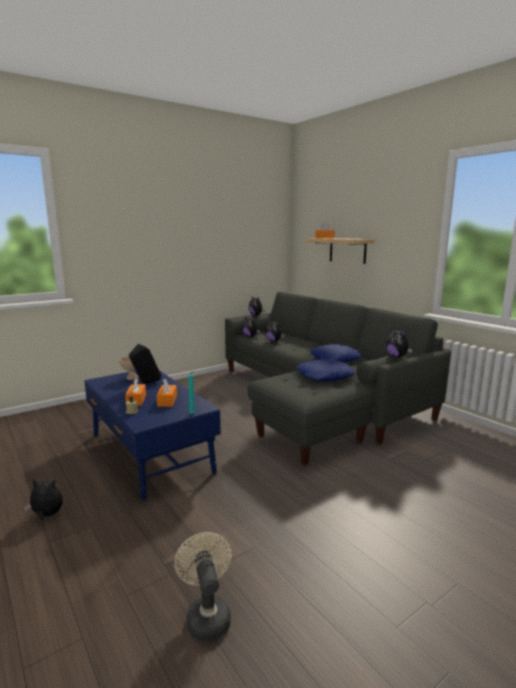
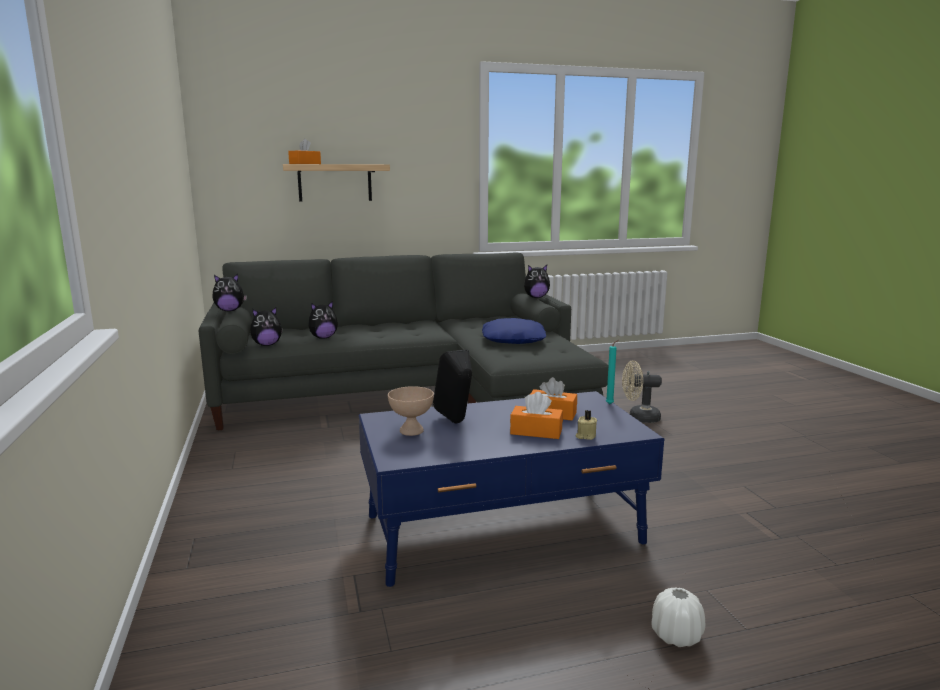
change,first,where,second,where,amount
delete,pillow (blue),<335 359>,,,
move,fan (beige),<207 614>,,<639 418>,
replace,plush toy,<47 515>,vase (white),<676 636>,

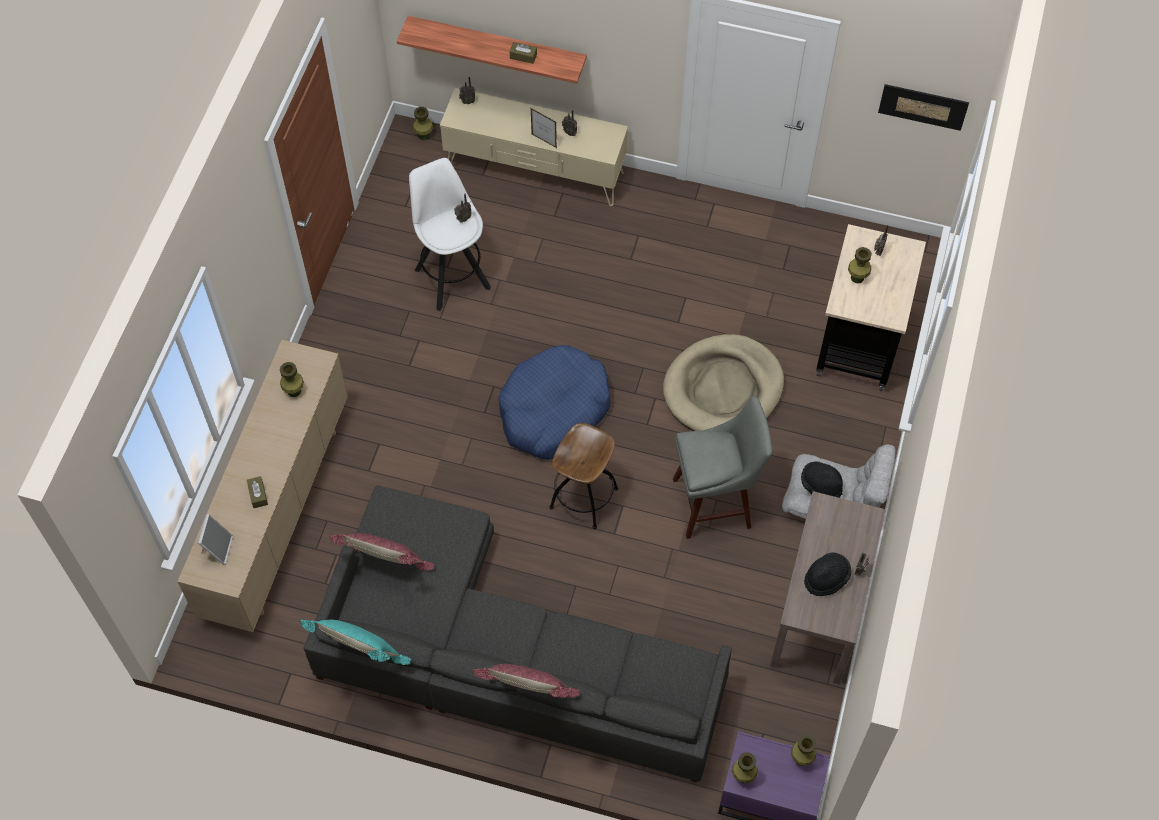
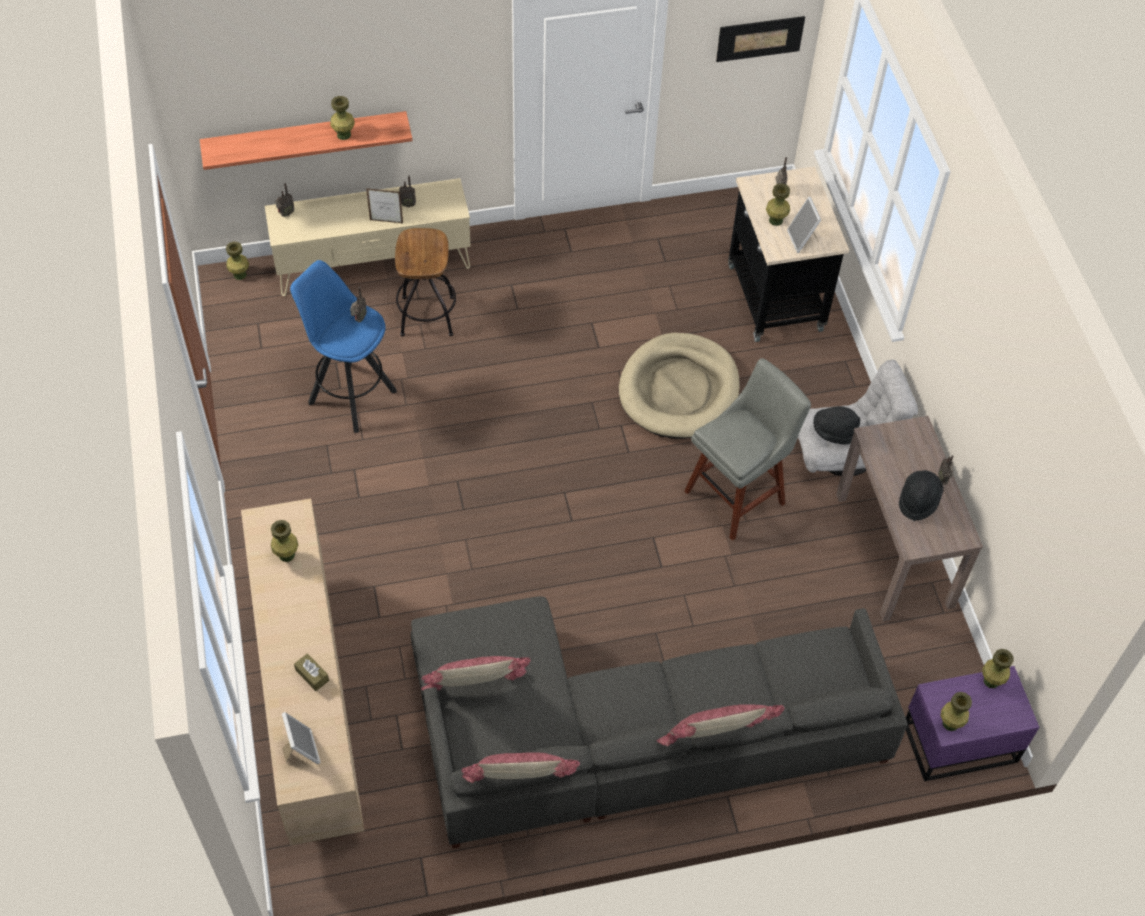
change,first,where,second,where,amount
delete,dog bed (blue),<554 410>,,,
insert,,,picture frame,<803 240>,
move,stool (brown),<583 498>,,<427 316>,
replace,tissue box (brown),<523 56>,vase (green),<344 134>,
recolor,pillow (turquoise),<360 660>,pillow (red),<520 793>,
recolor,stool (white),<452 276>,stool (blue),<350 395>,

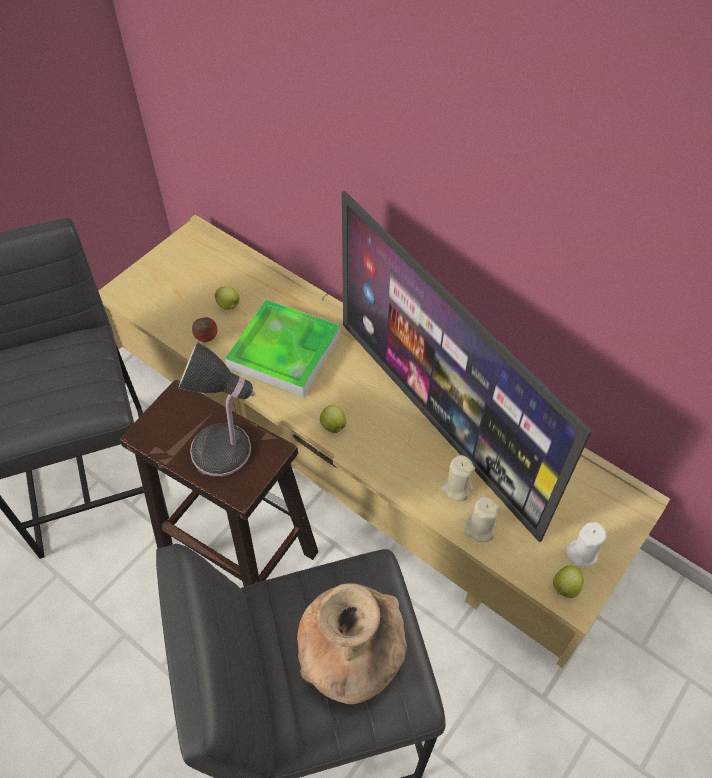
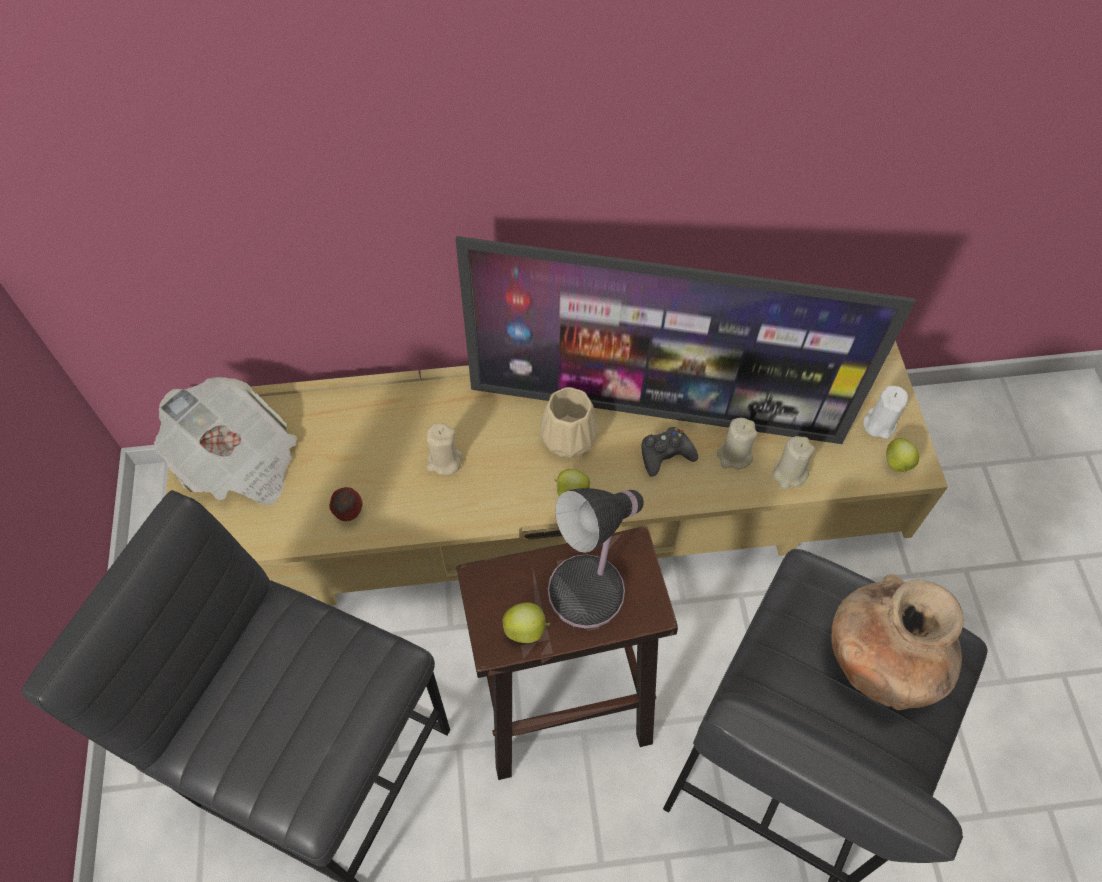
change,first,where,second,where,amount
insert,,,newspaper,<238 461>,
insert,,,vase (beige),<567 438>,
insert,,,game controller (black),<665 454>,
move,apple,<229 306>,,<526 629>,
replace,tray,<284 352>,candle (beige),<444 461>,

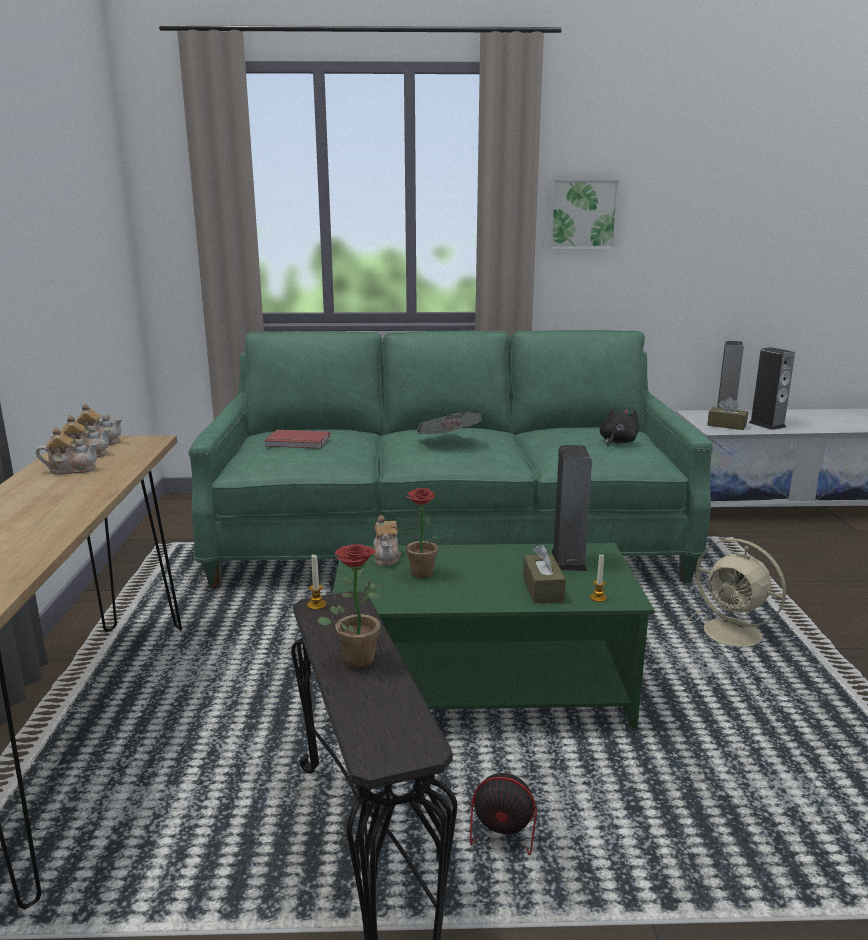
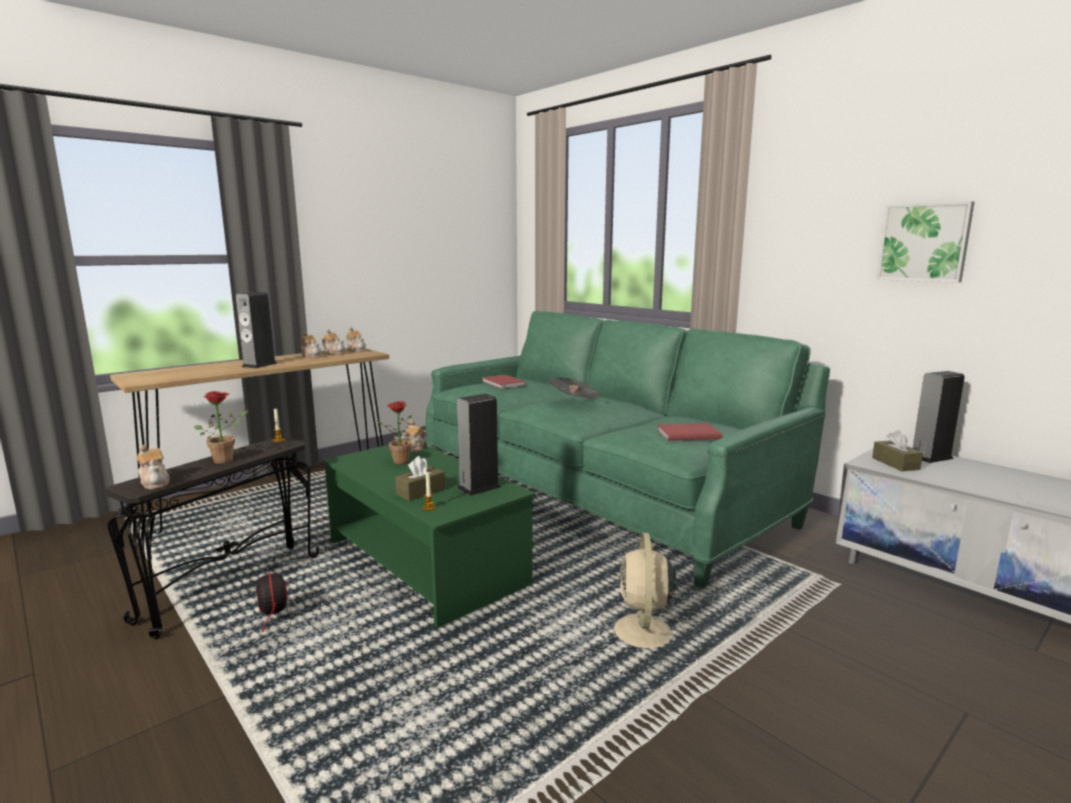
change,first,where,second,where,amount
insert,,,teapot,<155 482>,
move,picture,<582 214>,,<924 242>,
move,speaker,<767 425>,,<259 365>,
replace,plush toy (black),<617 442>,book (red),<687 434>,

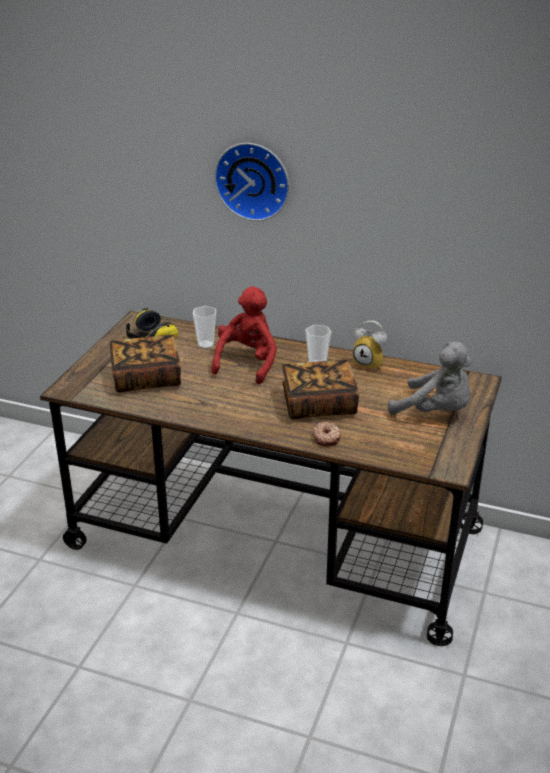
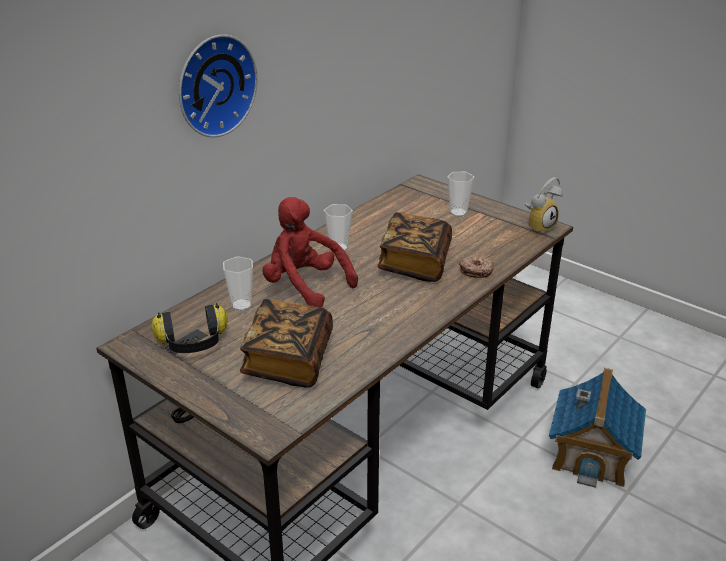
change,first,where,second,where,amount
insert,,,toy house,<592 454>,
move,alarm clock,<370 364>,,<539 226>,
replace,plush toy (grey),<435 412>,cup,<458 212>,

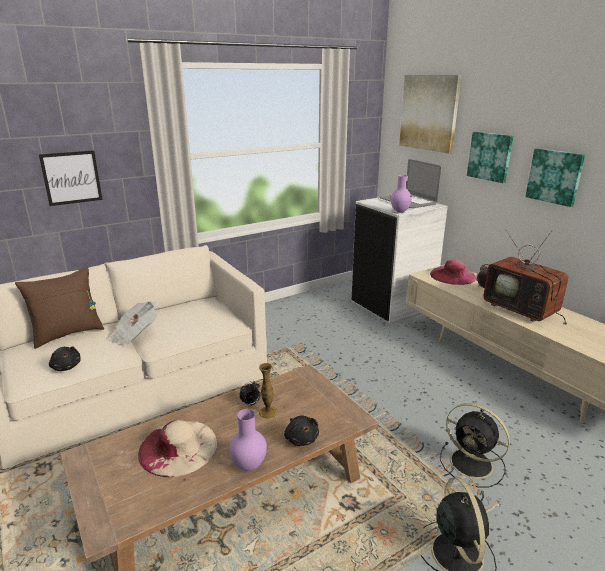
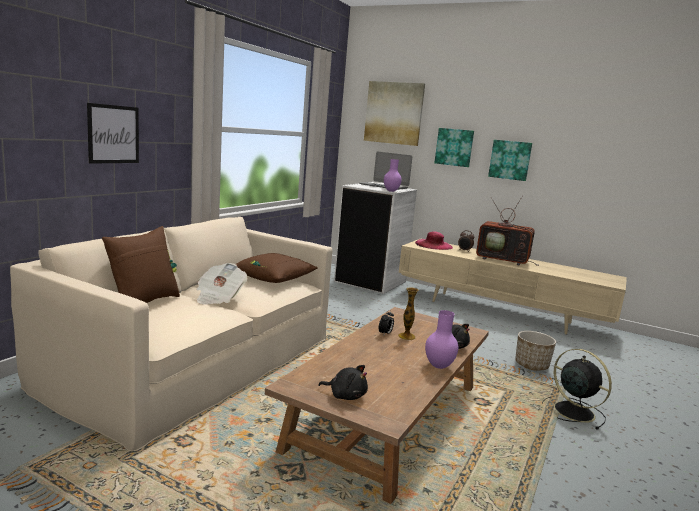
change,first,where,second,where,amount
delete,hat (beige),<178 447>,,,
insert,,,pillow (brown),<274 279>,
move,plush toy (black),<66 367>,,<345 395>,
replace,fan (black),<473 464>,planter,<531 365>,

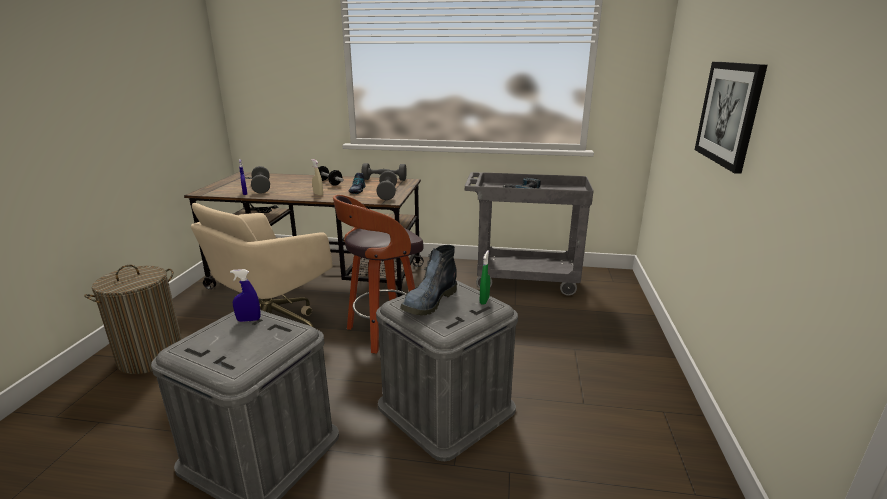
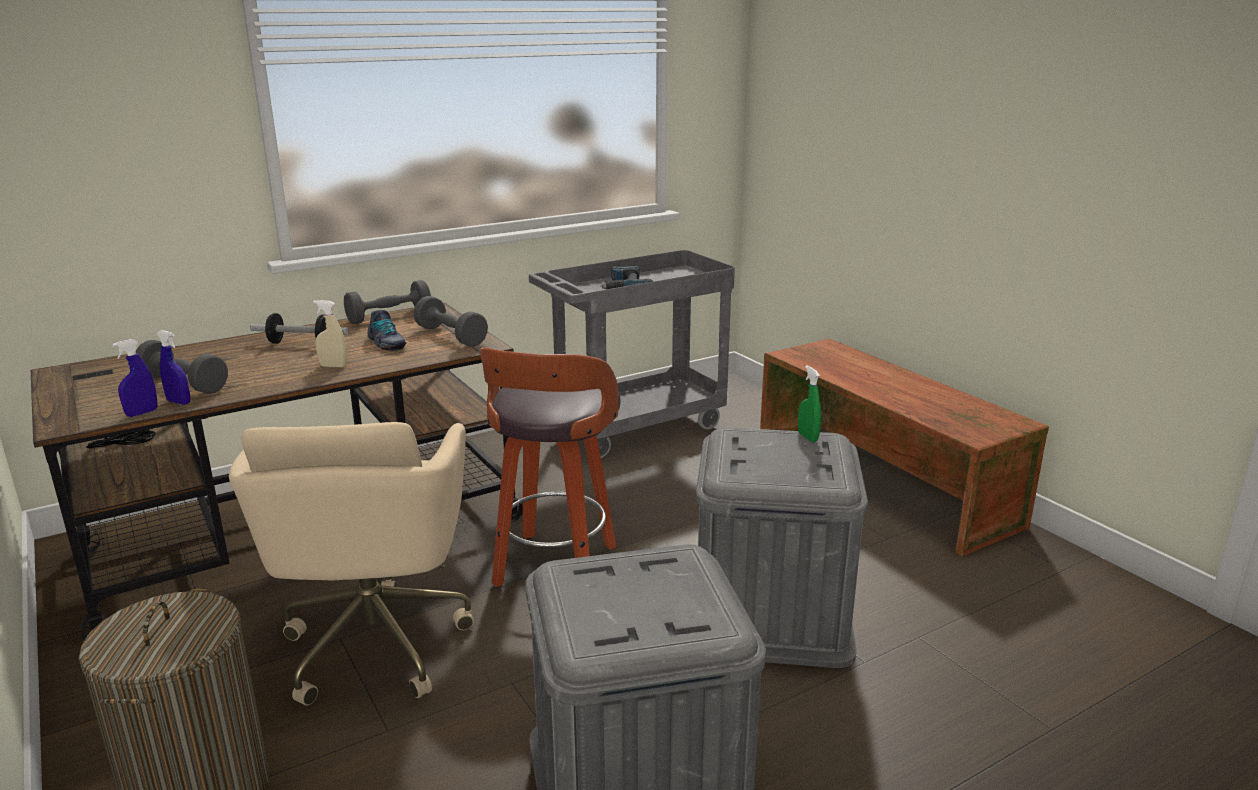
change,first,where,second,where,amount
delete,boot,<429 302>,,,
delete,picture,<729 113>,,,
insert,,,bench (brown),<885 480>,
move,spray bottle (blue),<249 320>,,<142 413>,

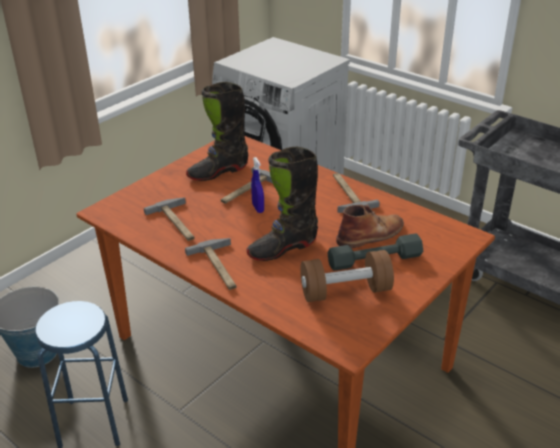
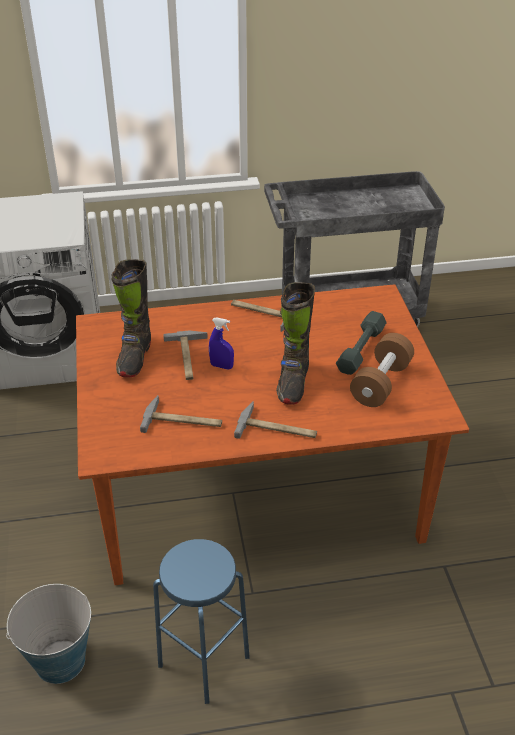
change,first,where,second,where,amount
delete,boot (brown),<371 234>,,,

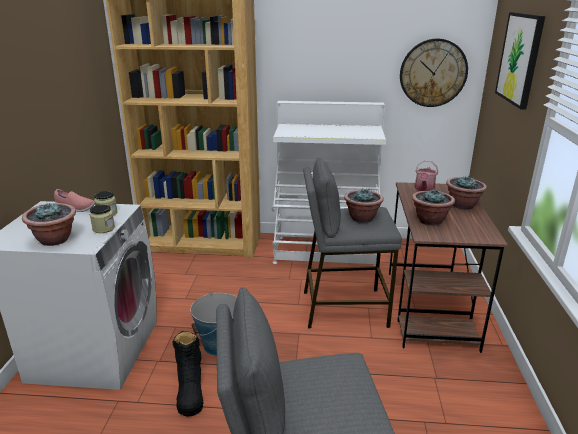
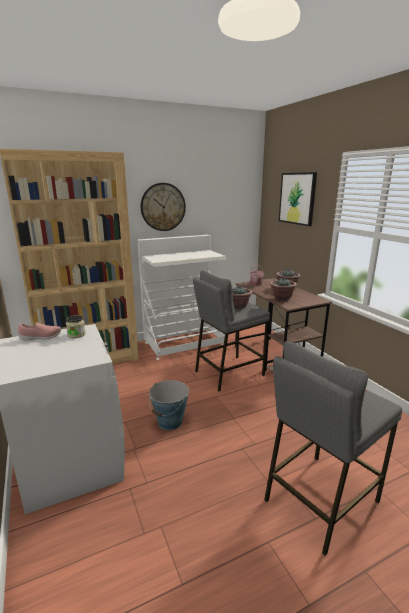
change,first,where,second,where,amount
delete,potted plant,<55 240>,,,
delete,jar,<103 228>,,,
delete,boot (black),<190 390>,,,
move,wall clock,<433 73>,,<163 207>,

